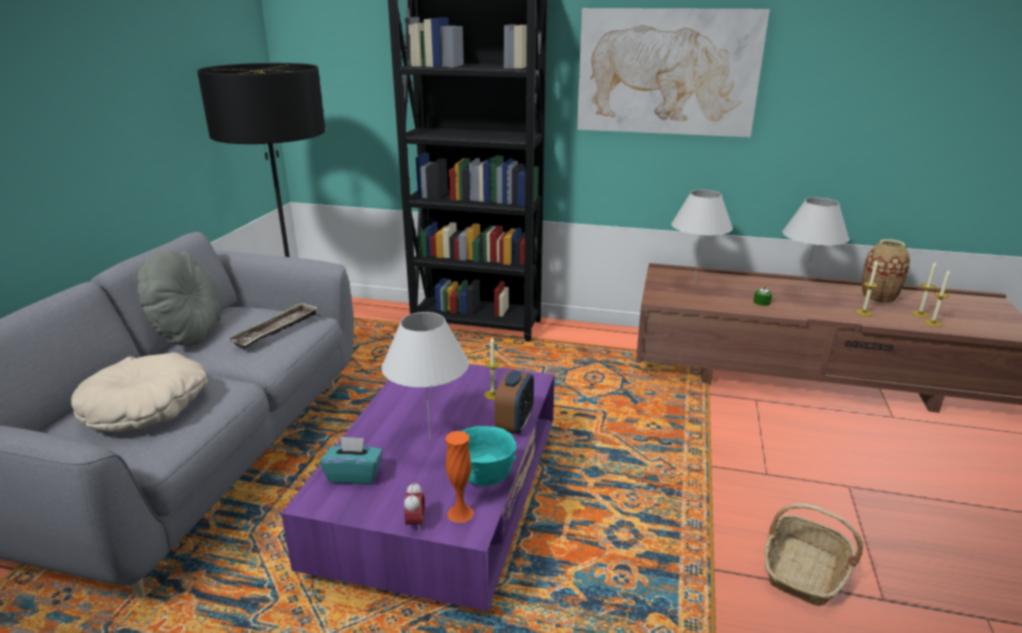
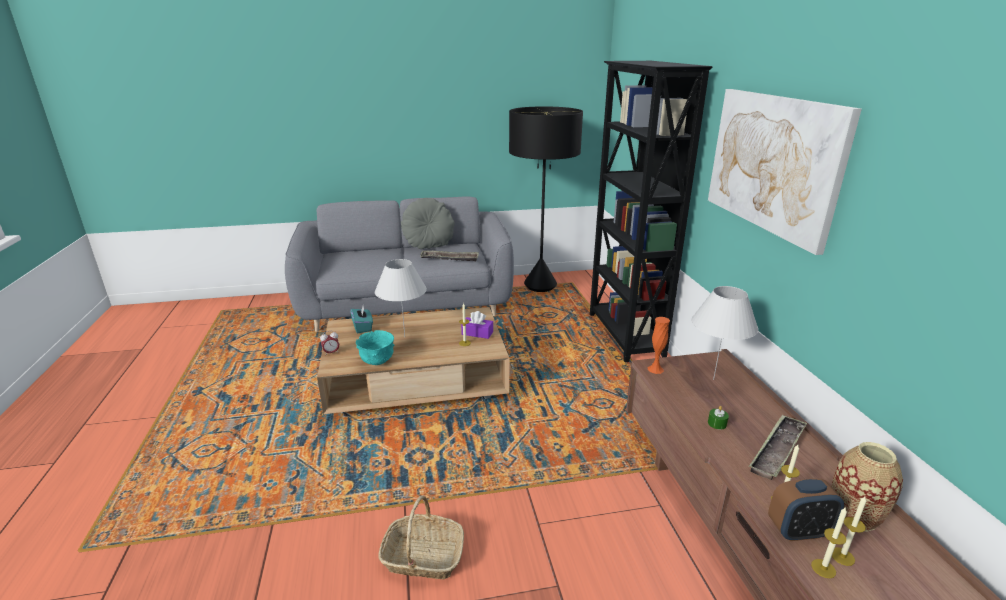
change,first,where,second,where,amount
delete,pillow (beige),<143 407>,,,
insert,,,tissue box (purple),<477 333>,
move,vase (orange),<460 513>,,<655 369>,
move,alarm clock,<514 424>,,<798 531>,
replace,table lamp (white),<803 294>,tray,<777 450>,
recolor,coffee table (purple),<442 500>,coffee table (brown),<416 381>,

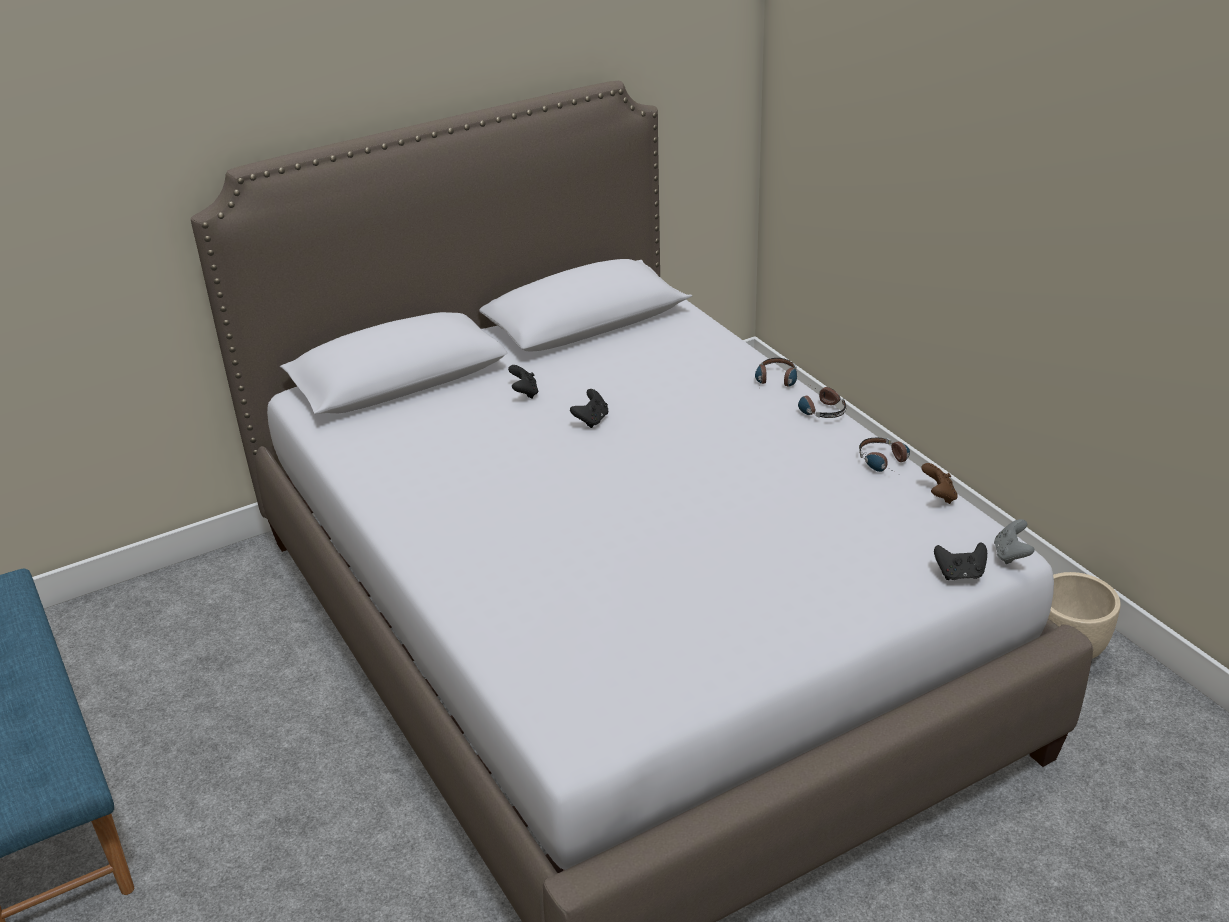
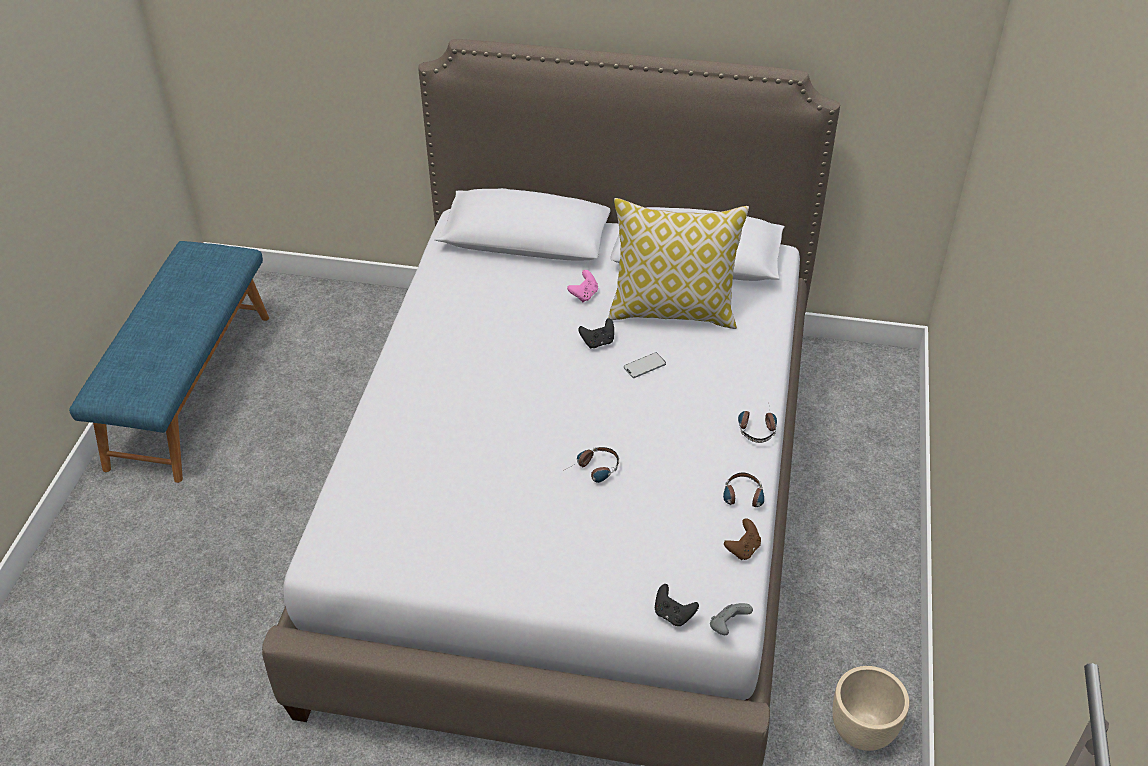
change,first,where,second,where,amount
insert,,,pillow,<673 310>,
insert,,,phone,<644 366>,
move,headphones,<776 382>,,<593 471>,
recolor,game controller (black),<524 393>,game controller (pink),<584 295>,

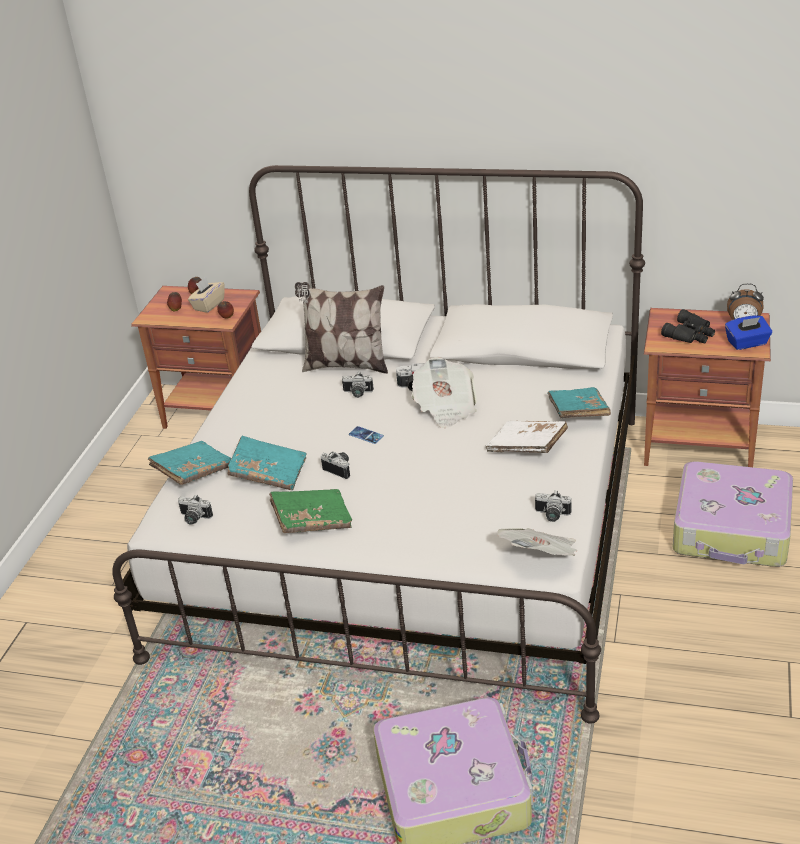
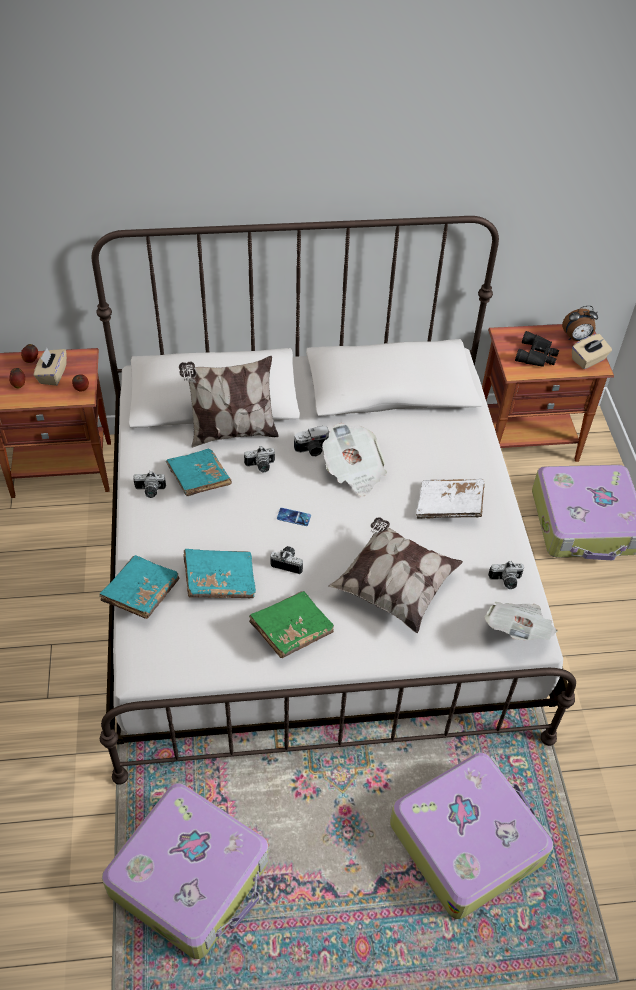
change,first,where,second,where,amount
insert,,,suitcase,<191 876>,
insert,,,pillow,<394 586>,
move,photo camera,<194 518>,,<150 491>,
move,book (turquoise),<578 413>,,<199 480>,
recolor,tissue box (blue),<747 343>,tissue box (beige),<588 360>,

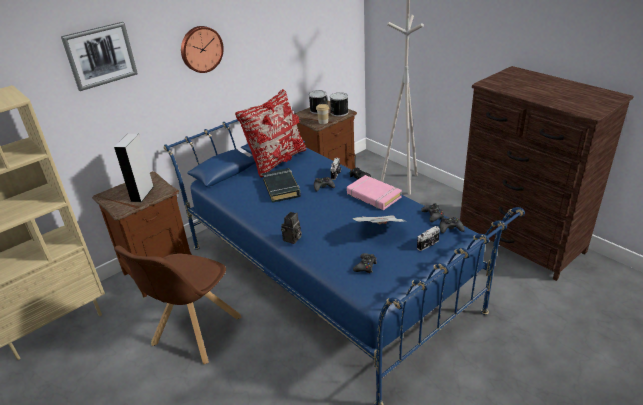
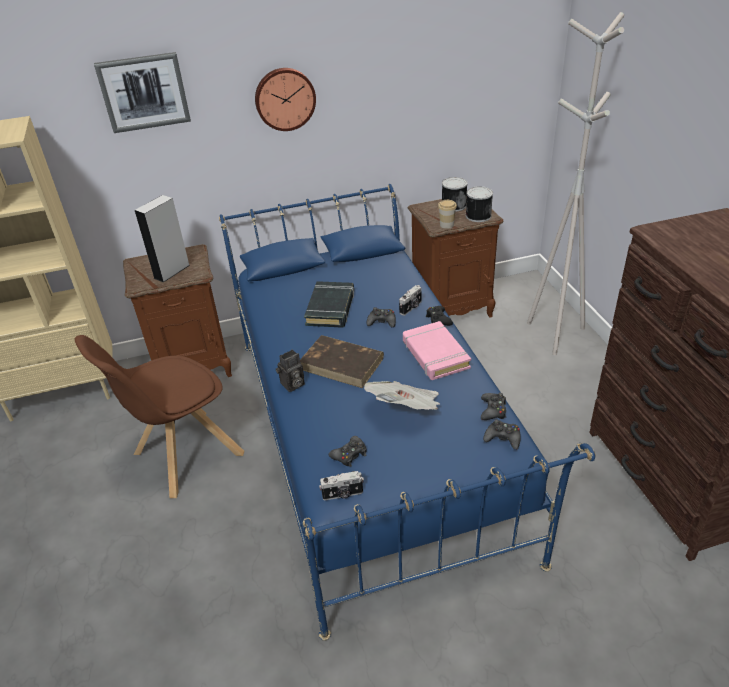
change,first,where,second,where,amount
delete,pillow (red),<277 161>,,,
insert,,,book (brown),<342 364>,
move,photo camera,<428 245>,,<342 494>,

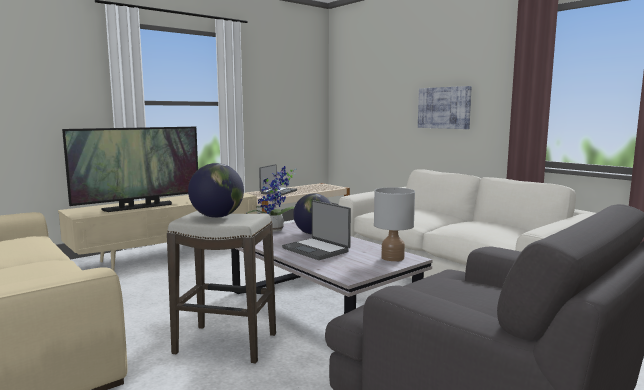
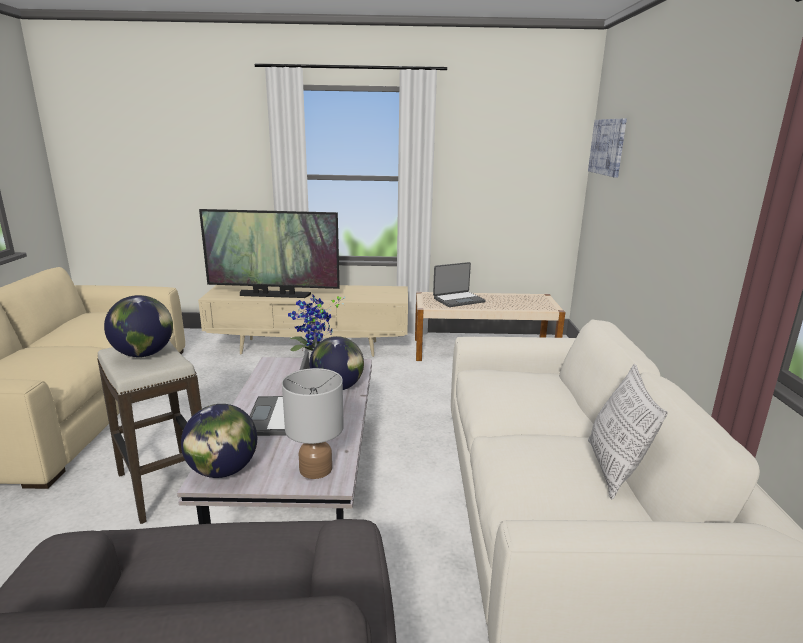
change,first,where,second,where,amount
insert,,,globe,<223 471>,
insert,,,pillow,<614 469>,
move,picture,<444 108>,,<607 147>,

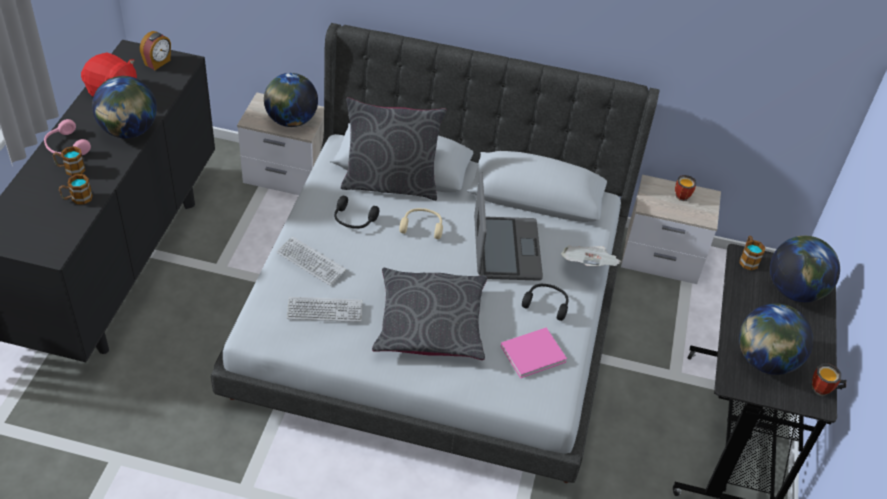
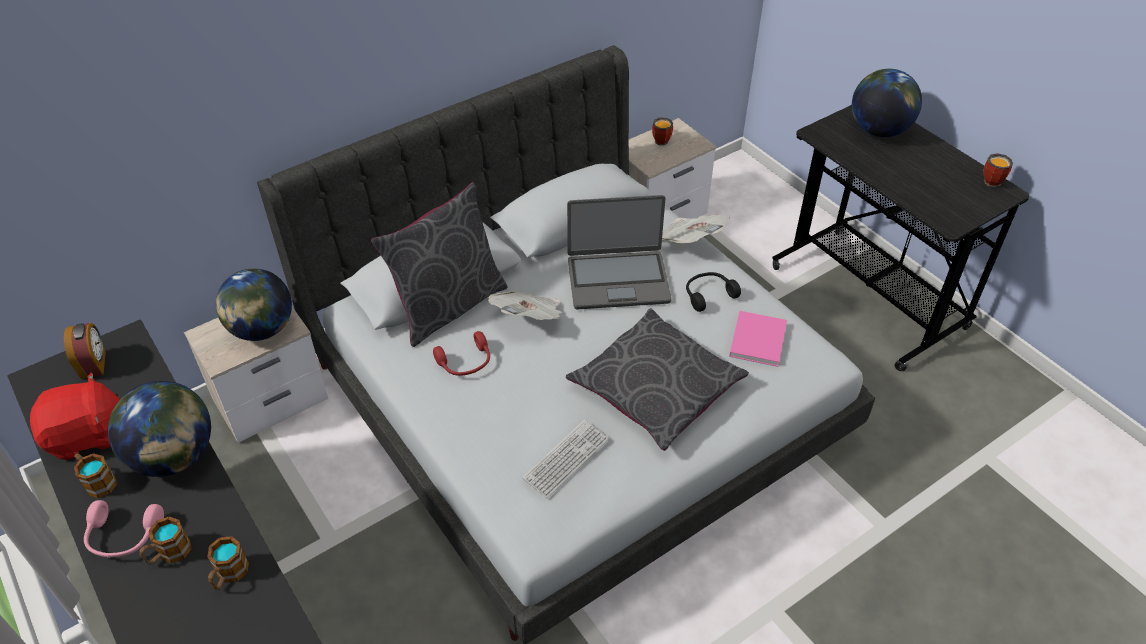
change,first,where,second,where,amount
delete,keyboard,<311 262>,,,
delete,globe,<765 360>,,,
move,mug,<748 259>,,<97 481>,
replace,headphones (beige),<422 227>,newspaper,<529 318>,
recolor,headphones (black),<353 220>,headphones (red),<466 363>,
rotate,laptop,<505 249>,,<618 280>,135 degrees clockwise

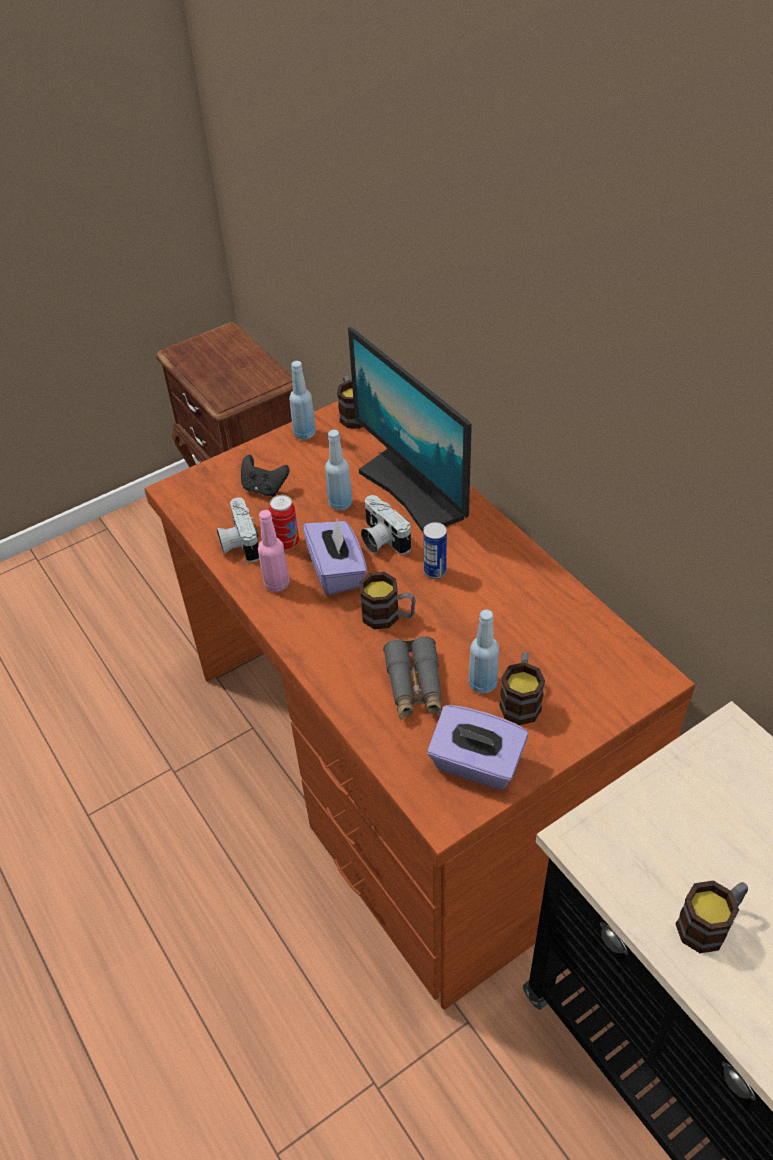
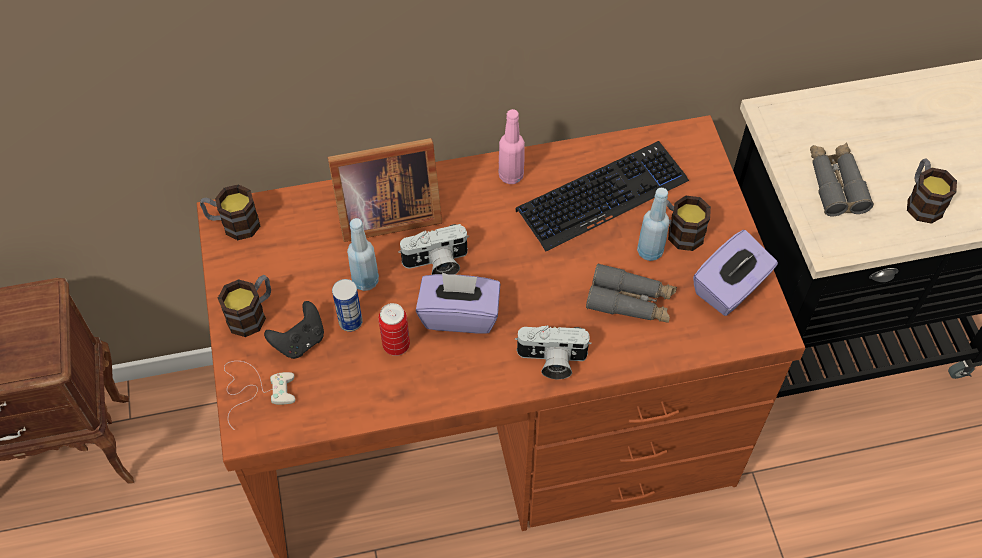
change,first,where,second,where,amount
delete,bottle (blue),<305 433>,,,
insert,,,game controller (white),<255 389>,
insert,,,keyboard,<602 196>,
insert,,,binoculars (grey),<836 184>,
move,photo camera,<238 543>,,<551 361>,
move,bottle (pink),<277 584>,,<511 175>,
move,mug,<388 616>,,<252 313>,
move,can,<435 571>,,<350 322>,
replace,monitor,<413 491>,picture frame,<384 214>,

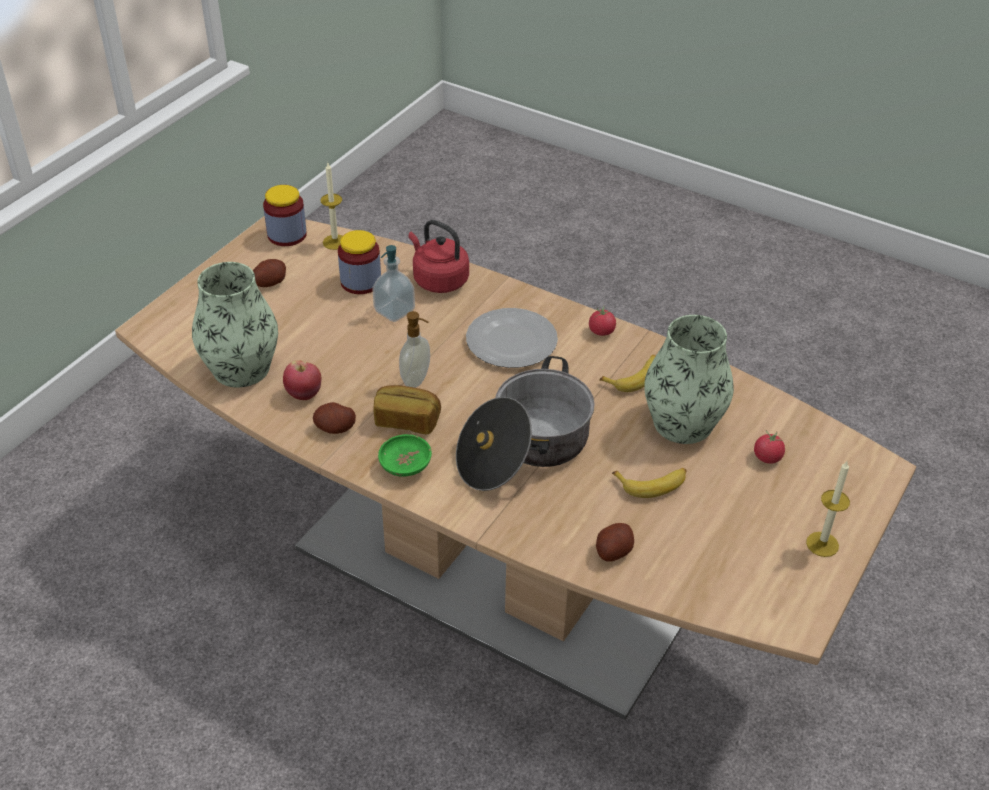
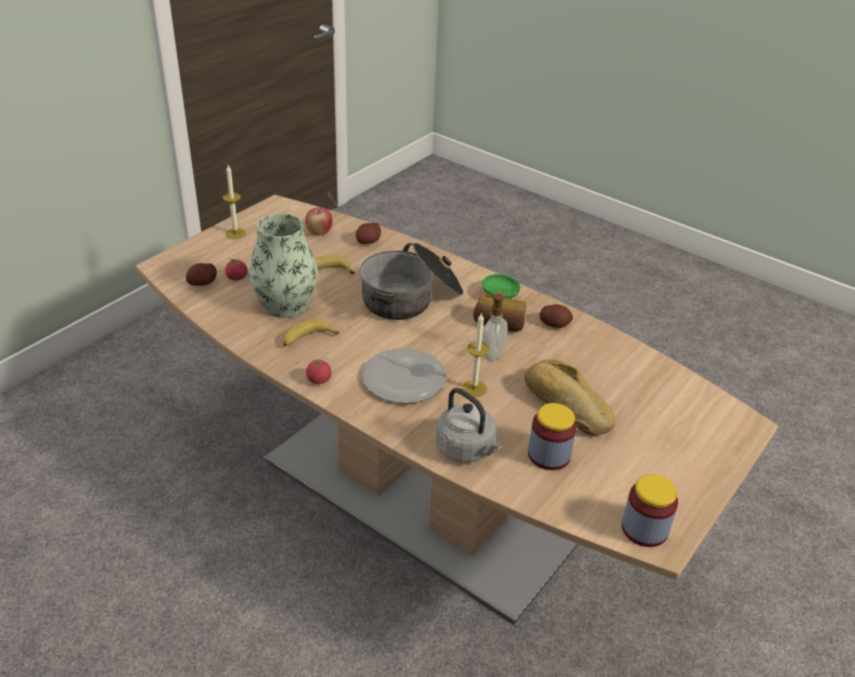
change,first,where,second,where,amount
delete,vase,<241 368>,,,
delete,soap dispenser,<394 311>,,,
insert,,,bread,<565 405>,
move,potato,<270 282>,,<202 283>,
move,apple,<304 394>,,<319 232>,
move,candle,<335 242>,,<474 388>,
recolor,kettle (red),<438 280>,kettle (grey),<467 449>,

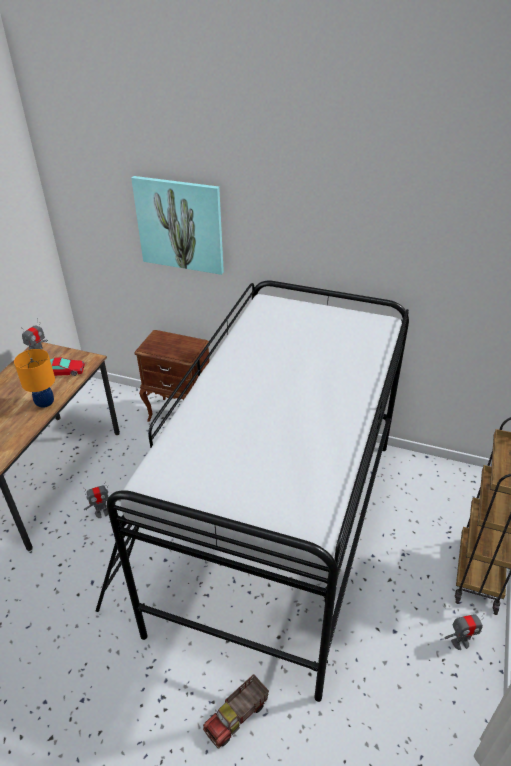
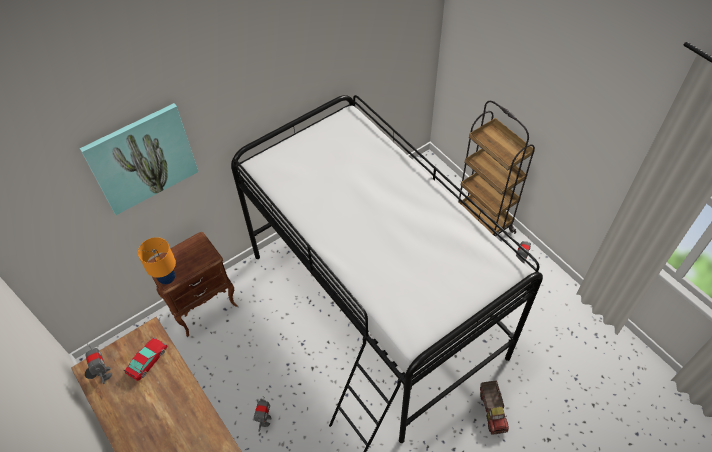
change,first,where,second,where,amount
move,table lamp (orange),<45 403>,,<167 278>,

